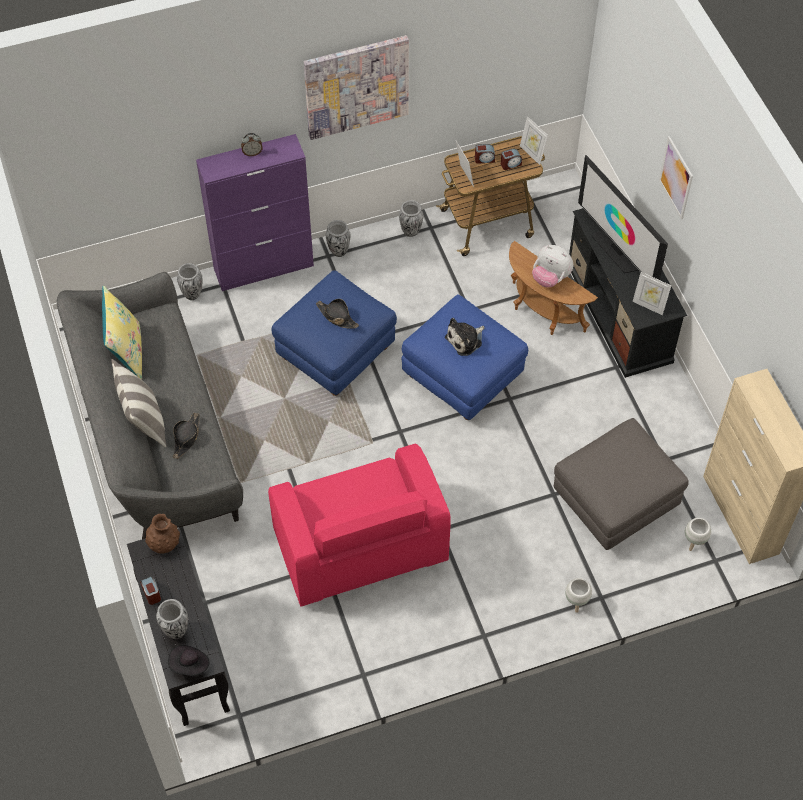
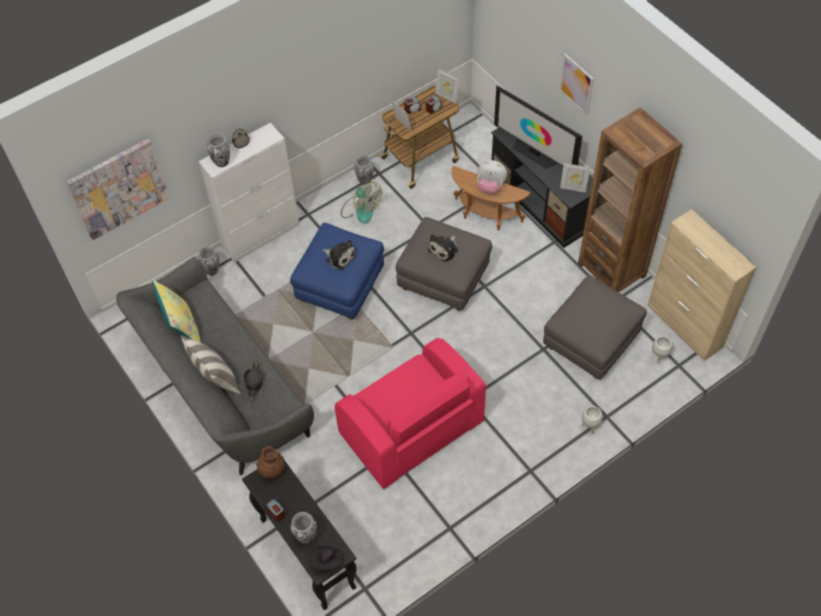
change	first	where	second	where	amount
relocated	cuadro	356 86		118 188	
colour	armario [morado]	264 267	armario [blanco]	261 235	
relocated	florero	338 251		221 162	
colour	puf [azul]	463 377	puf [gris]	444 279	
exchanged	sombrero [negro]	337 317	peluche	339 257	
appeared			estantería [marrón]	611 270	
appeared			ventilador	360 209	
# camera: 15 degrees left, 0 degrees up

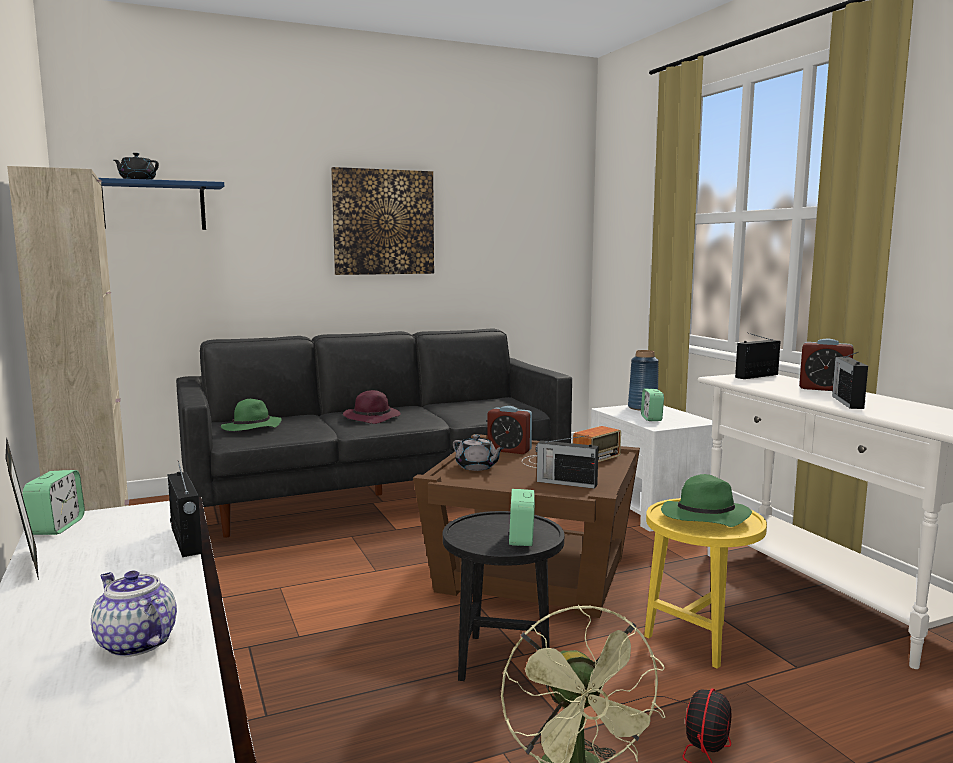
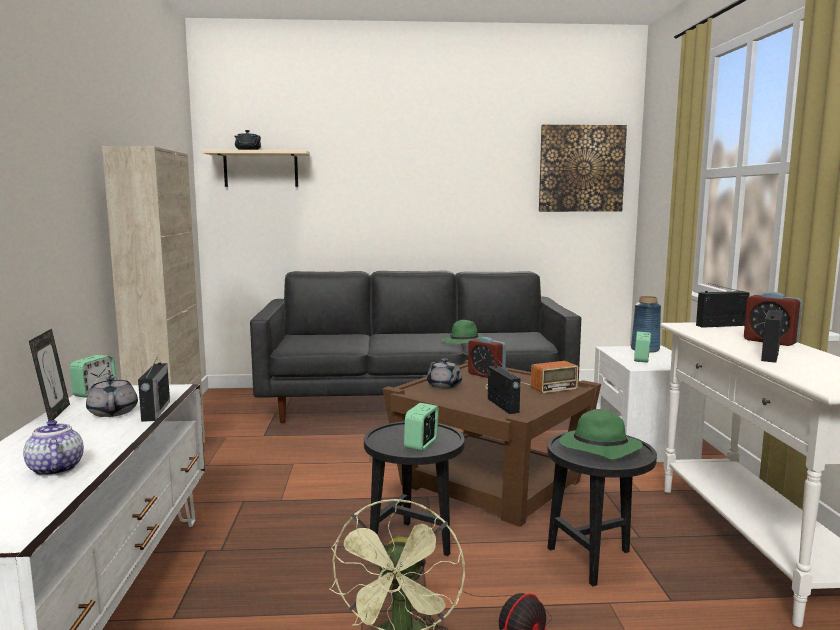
change	first	where	second	where	amount
relocated	cuadro	383 222		581 168	
colour	estante [azul]	153 206	estante [beis]	261 169	
missing	sombrero [morado]	373 418			
relocated	sombrero [verde]	251 428		464 343	
spun	radio	565 483		503 406	150 degrees counterclockwise
colour	mesa auxiliar [amarillo]	698 639	mesa auxiliar [negro]	595 559	
appeared			tetera [gris]	113 412	
# camera: 20 degrees right, 0 degrees up

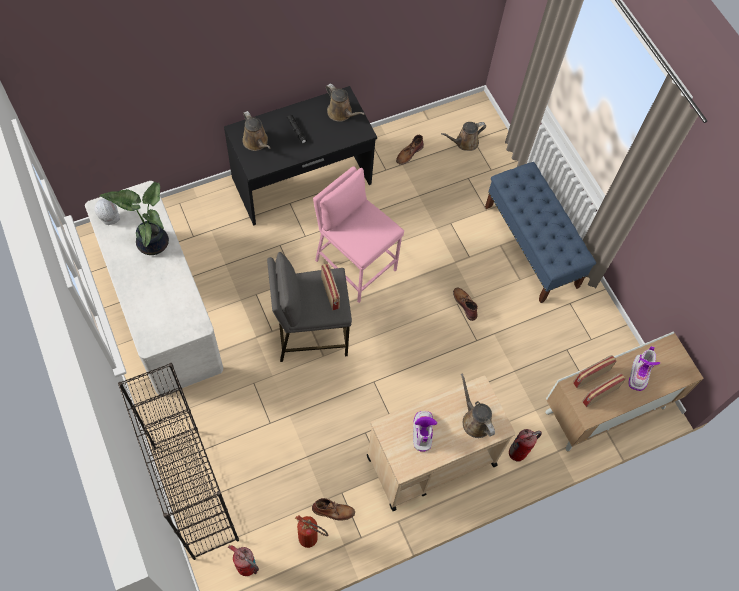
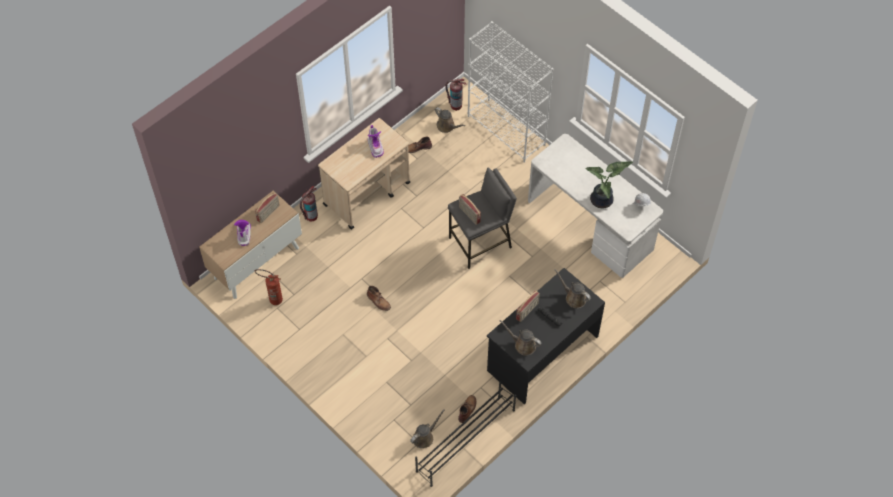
change	first	where	second	where	amount
missing	banco [azul]	531 246			
missing	taburete [rosa]	355 265			
relocated	radio	590 376		527 311	
colour	estantería [negro]	194 492	estantería [blanco]	506 130	
relocated	regadera [marrón]	475 420		447 126	
relocated	extintor	312 541		272 299	
appeared			zapatero [negro]	465 440	
# camera: 165 degrees right, 5 degrees down

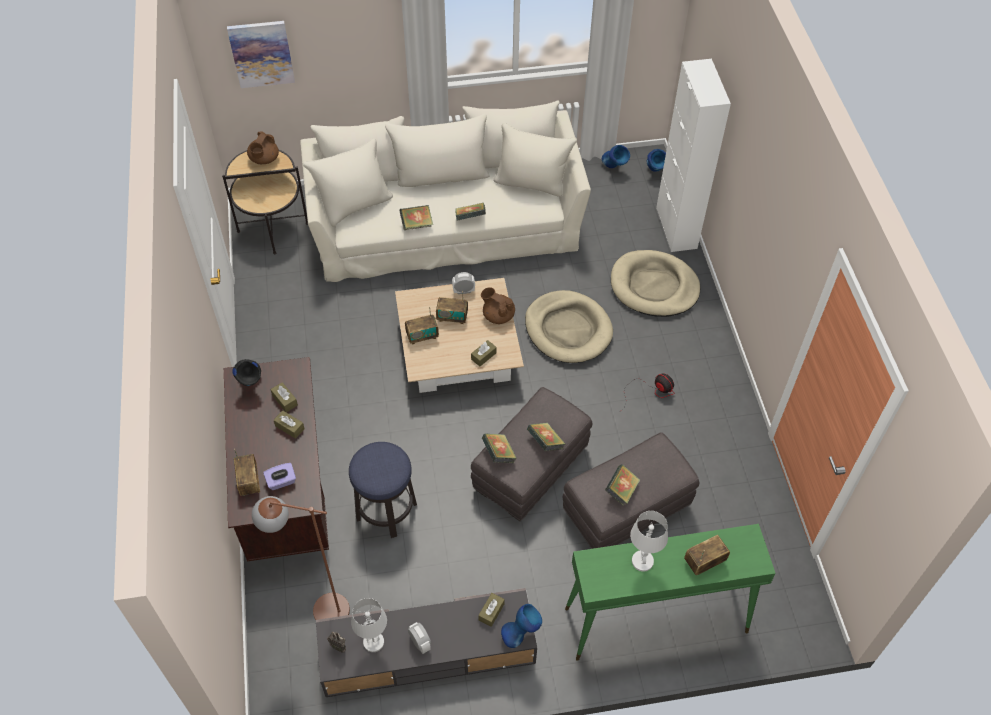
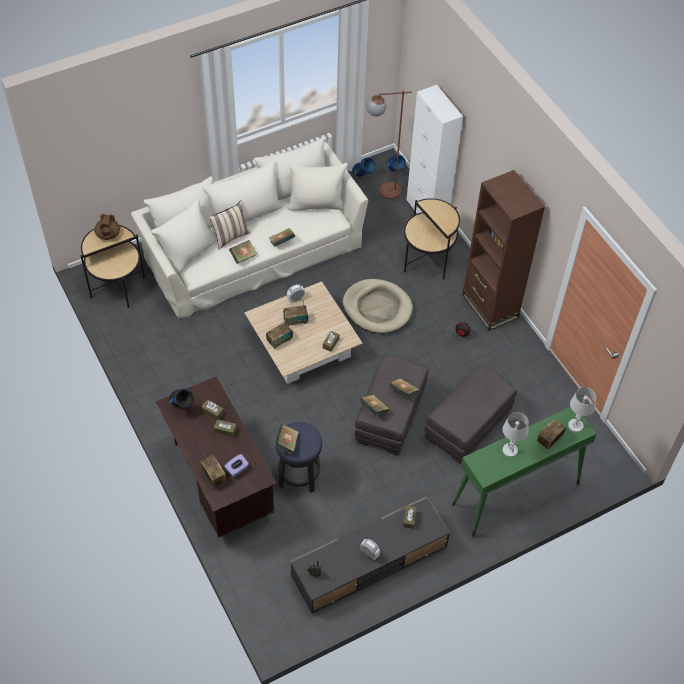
change	first	where	second	where	amount
missing	cuadro	261 53			
exchanged	cama para perro [beis]	654 286	mesa auxiliar	427 260	
missing	tetera [marrón]	498 315			
relocated	libro	621 490		287 443	
relocated	lámpara de pie [marrón]	318 608		382 192	
relocated	lámpara de mesa [blanco]	373 642		575 426	
missing	florero [azul]	521 634			
appeared			estantería [marrón]	490 306	
appeared			cojín [beis]	230 236	
# camera: 20 degrees left, 0 degrees up

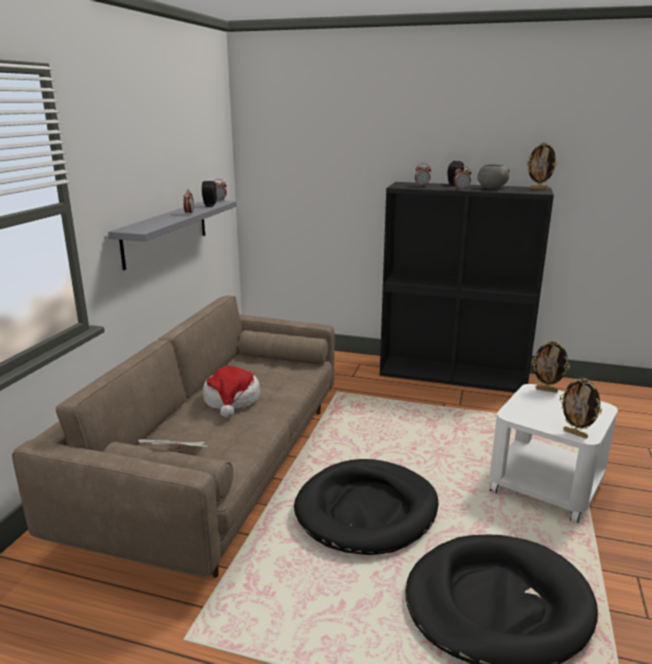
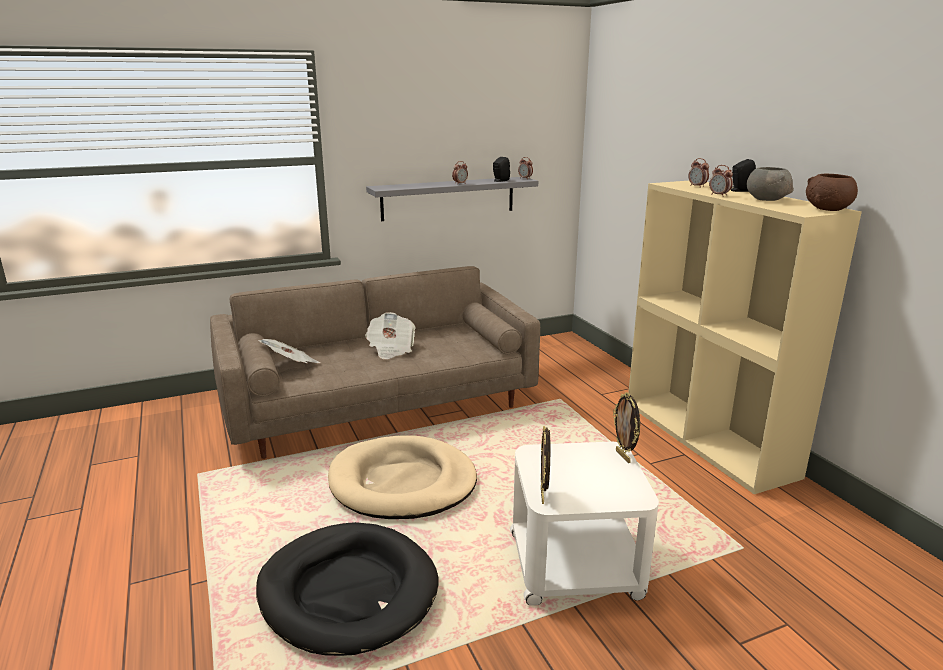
change	first	where	second	where	amount
exchanged	portarretratos	538 189	cuenco [marrón]	828 209	
colour	estantería [negro]	454 374	estantería [beis]	708 438	
exchanged	sombrero	232 400	periódico	391 349	
colour	cama para perro [negro]	367 510	cama para perro [beis]	402 483	
# camera: 50 degrees right, 0 degrees up

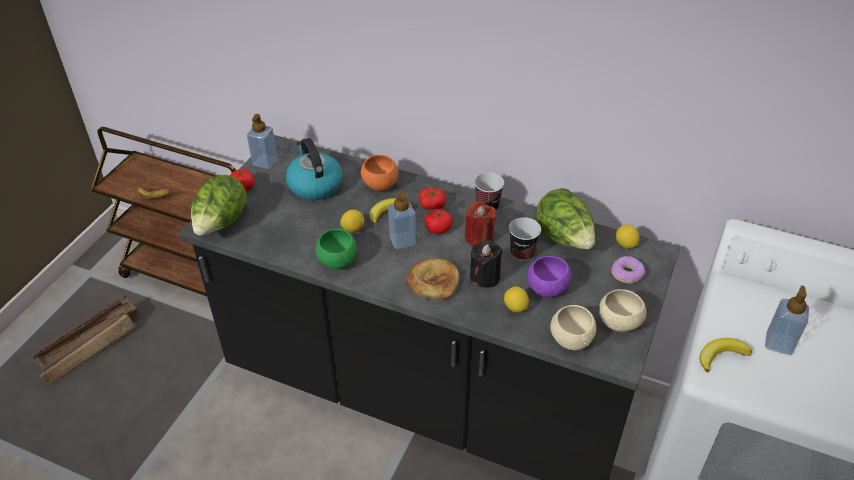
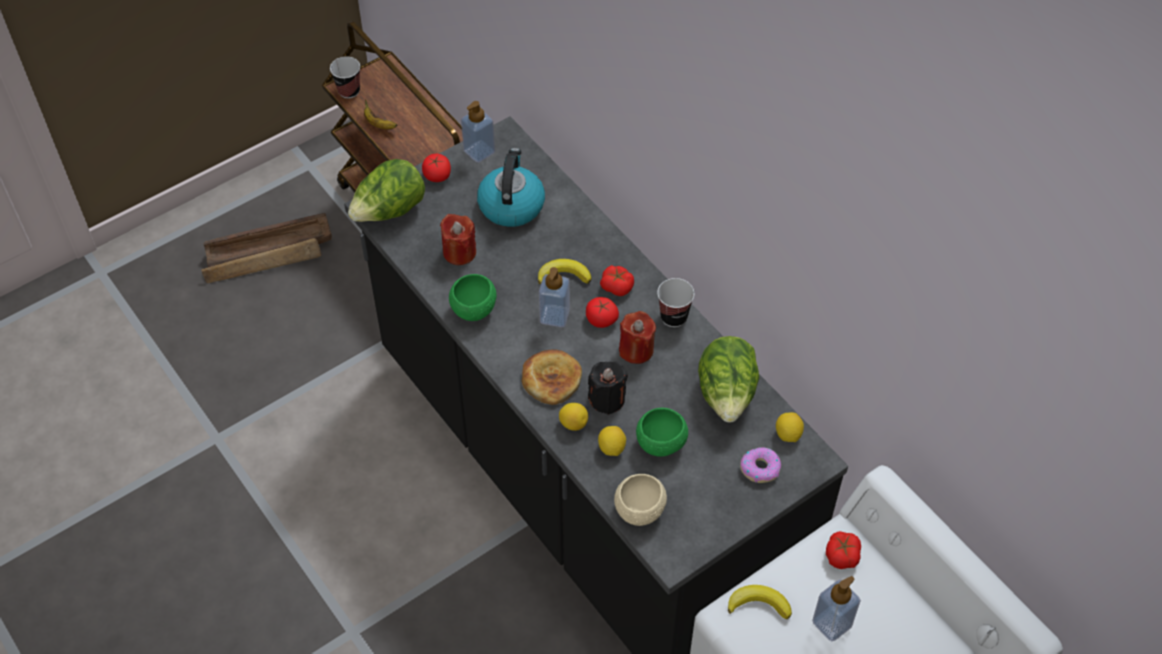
change	first	where	second	where	amount
missing	cuenco [naranja]	380 185			
relocated	limón	353 229		573 423	
relocated	taza	522 253		349 91	
colour	cuenco [morado]	547 288	cuenco [verde]	661 443	
missing	cuenco [beis]	619 323			
appeared			vela [rojo]	459 252	
appeared			tomate	841 555	
# camera: 30 degrees right, 10 degrees up

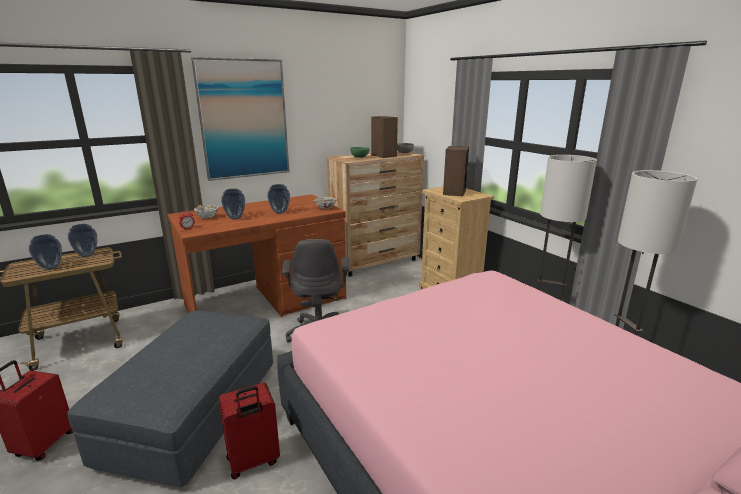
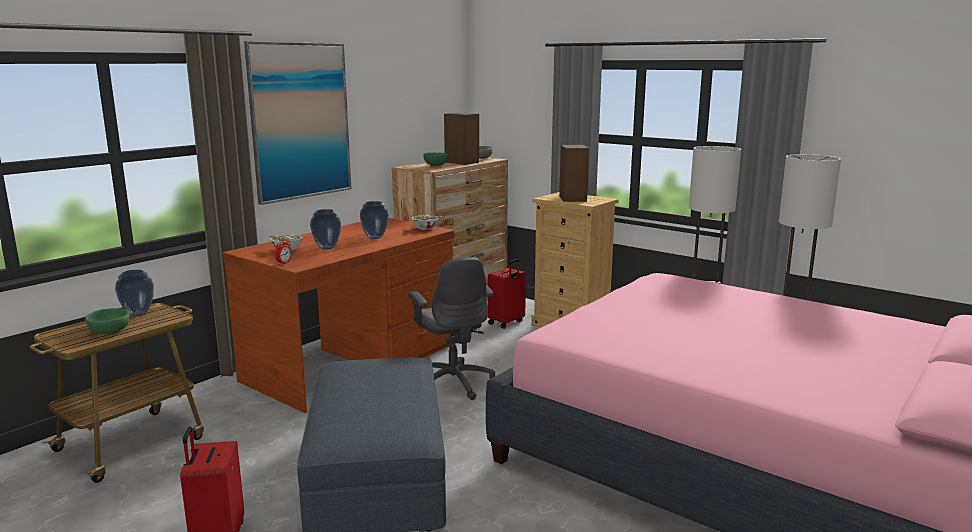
change	first	where	second	where	amount
exchanged	florero	51 267	cuenco [verde]	109 331	
relocated	maleta [rojo]	253 461		506 323	
# camera: 20 degrees left, 5 degrees down

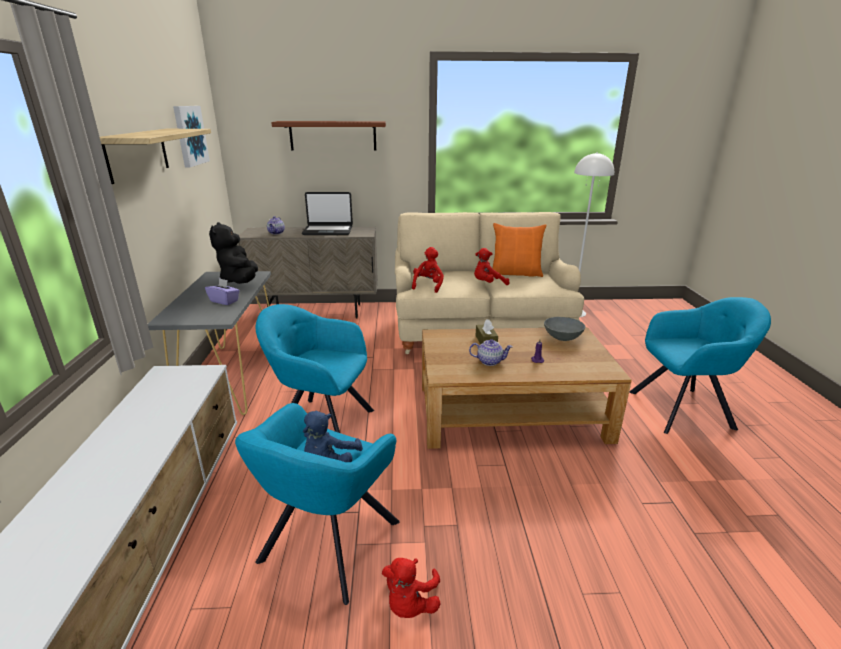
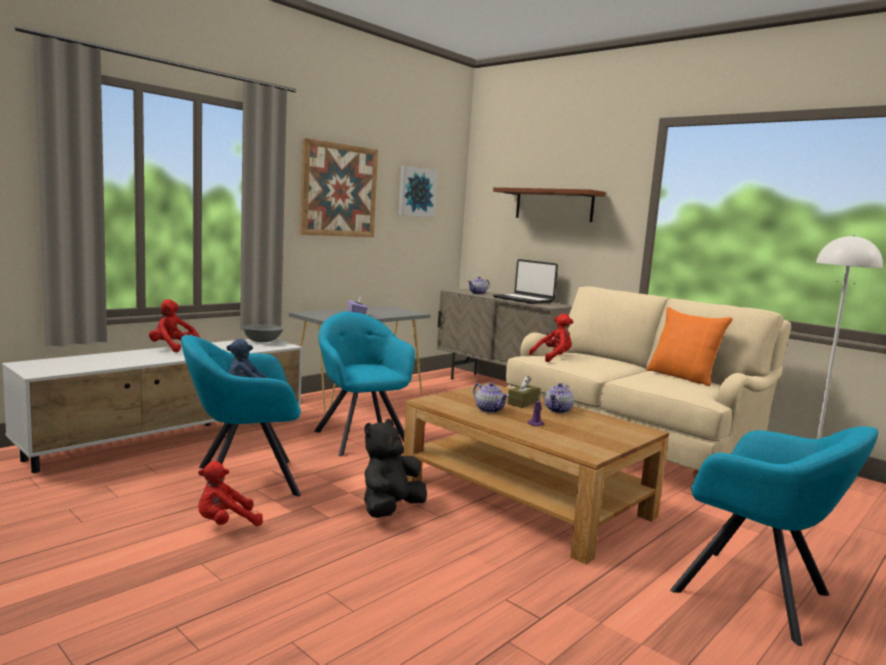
change	first	where	second	where	amount
exchanged	estante	137 154	cuadro	339 190	
relocated	peluche [negro]	240 281		390 510	
relocated	peluche [rojo]	488 284		173 348	
relocated	cuenco [gris]	563 337		263 341	
appeared			tetera	558 410	
# camera: 45 degrees right, 15 degrees down

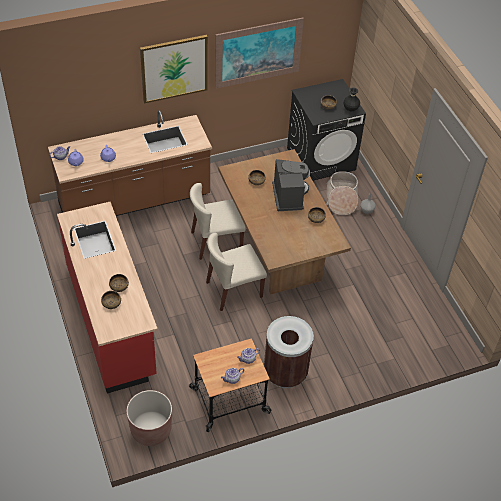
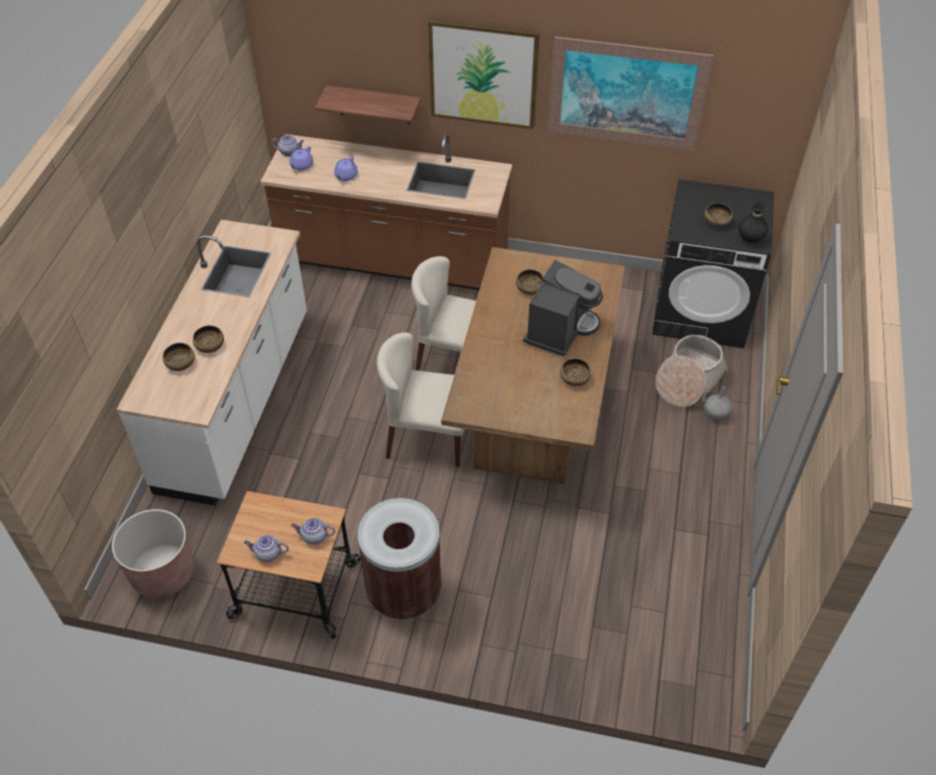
change	first	where	second	where	amount
colour	mueble bajo de cocina [rojo]	111 320	mueble bajo de cocina [blanco]	237 401	
appeared			estante	374 105	
# camera: 35 degrees right, 0 degrees up

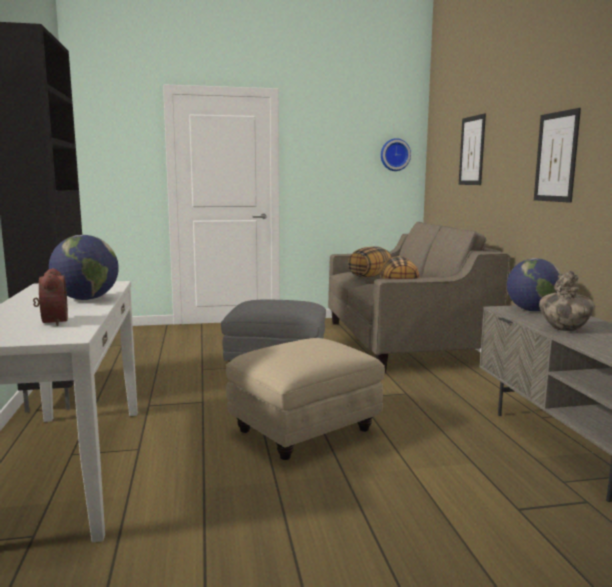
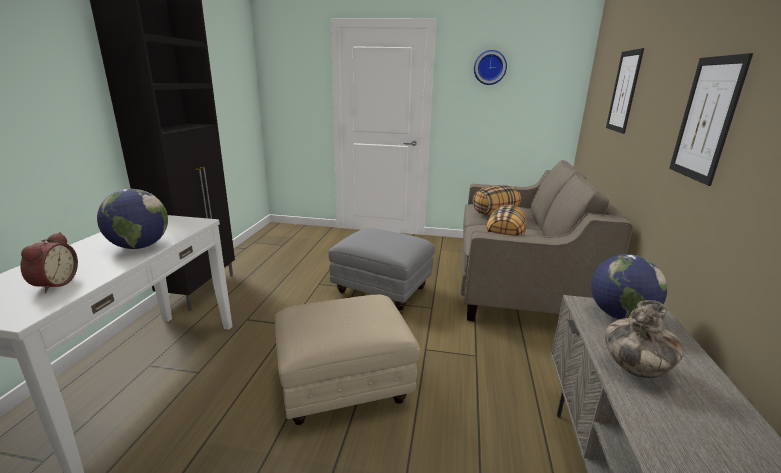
change	first	where	second	where	amount
relocated	reloj de pared	394 155		490 67	
# camera: 20 degrees right, 10 degrees up

